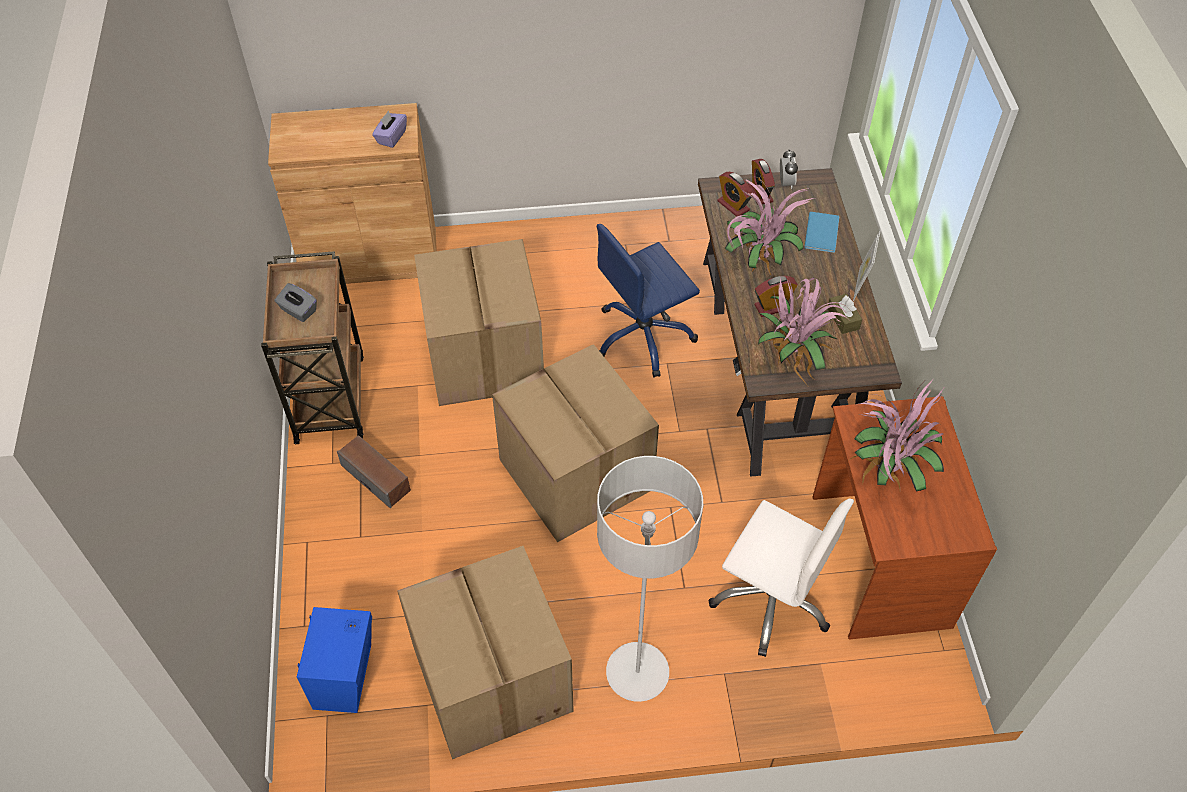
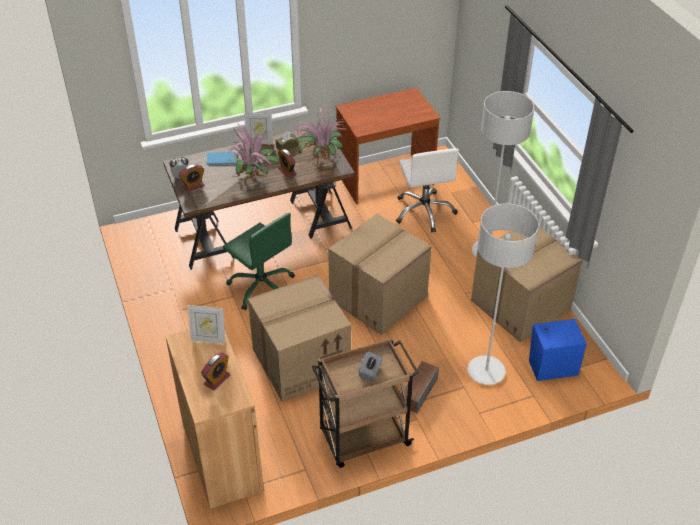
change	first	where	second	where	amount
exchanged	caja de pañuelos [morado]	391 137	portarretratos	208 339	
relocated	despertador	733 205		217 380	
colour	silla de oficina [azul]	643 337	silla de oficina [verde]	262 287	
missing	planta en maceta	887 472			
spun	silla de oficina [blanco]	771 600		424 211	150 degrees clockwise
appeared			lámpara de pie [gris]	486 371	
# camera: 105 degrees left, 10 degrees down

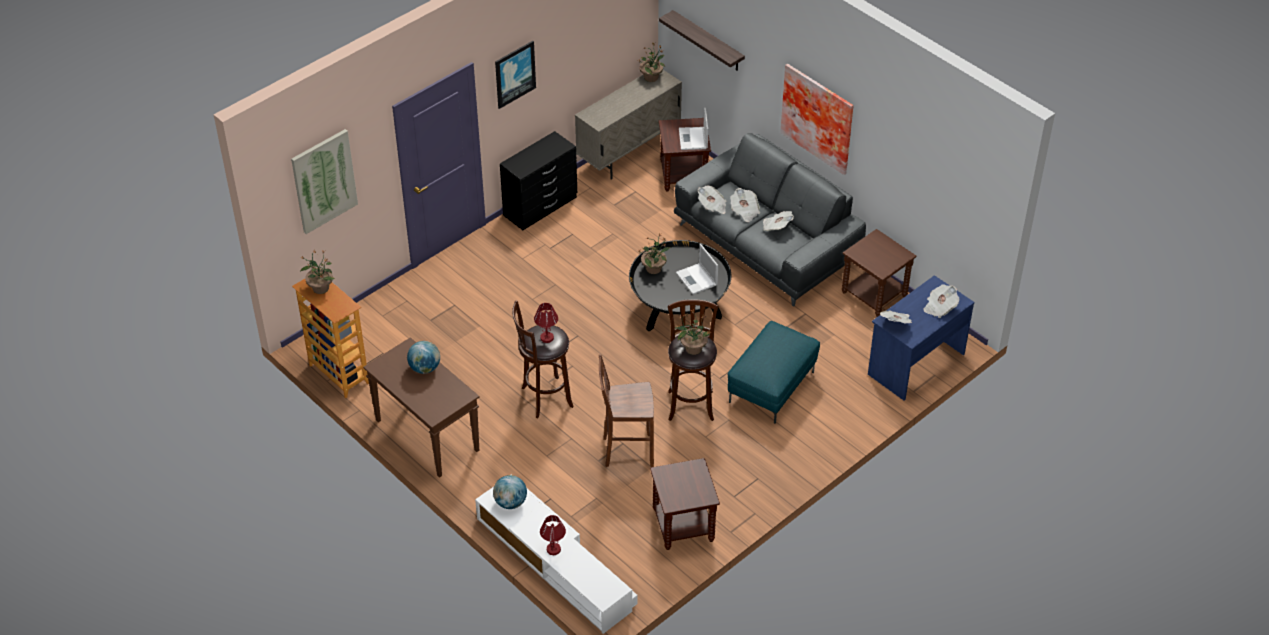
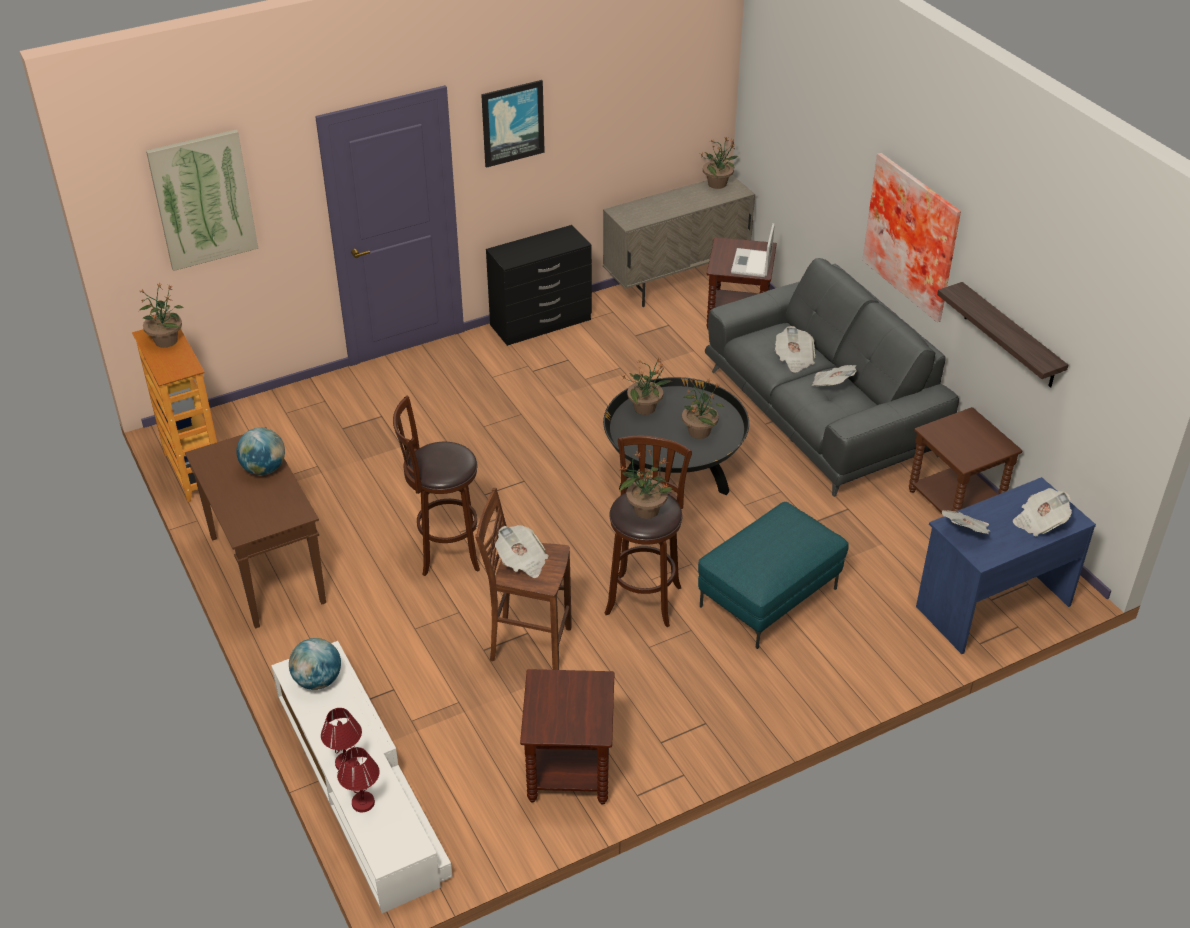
change	first	where	second	where	amount
relocated	estante	708 41		1010 336	
relocated	periódico	712 206		522 561	
exchanged	portátil	697 279	planta en maceta	699 431	
relocated	lámpara de mesa [rojo]	547 338		363 803	
# camera: 15 degrees right, 5 degrees down

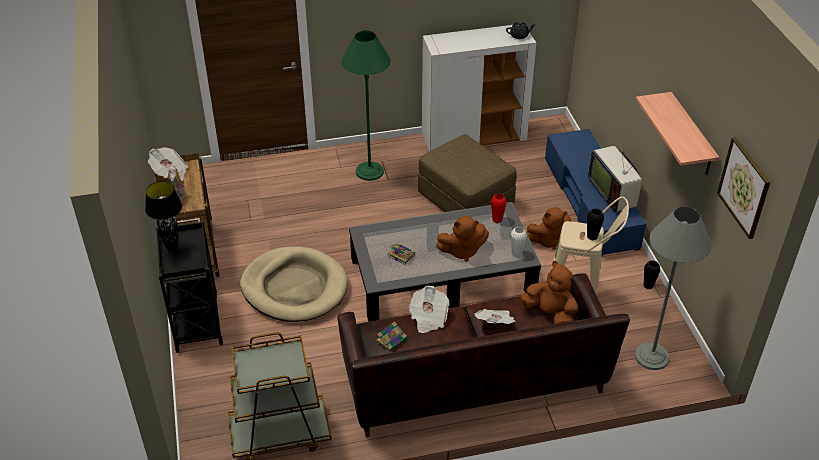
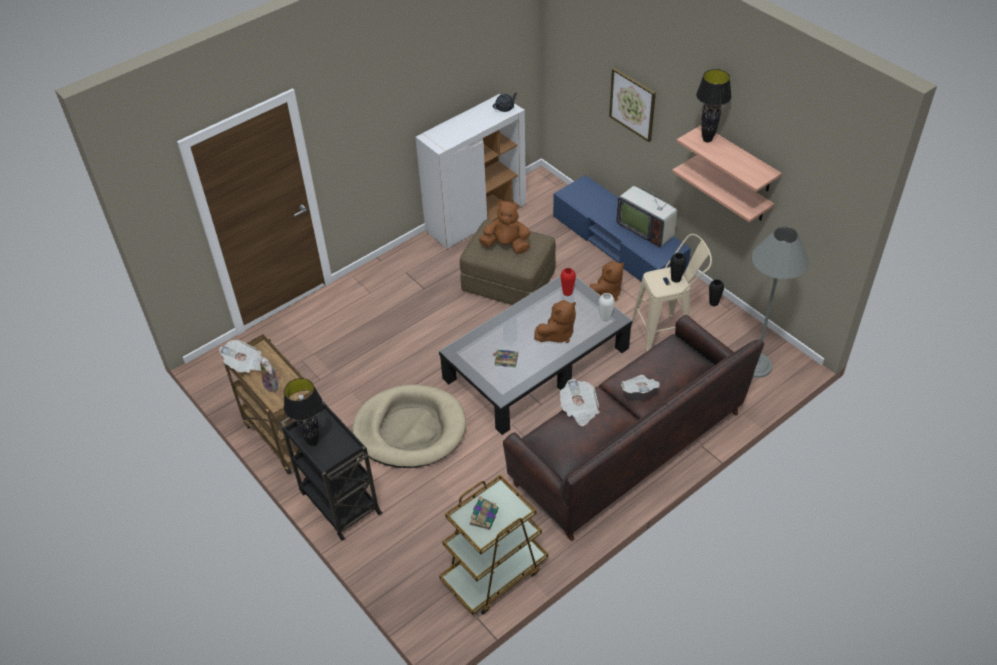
change	first	where	second	where	amount
missing	lámpara de pie [verde]	369 171			
relocated	cuadro	744 187		632 104	
relocated	peluche [marrón]	550 314		506 245	
relocated	libro	392 340		484 516	
appeared			lámpara de mesa [negro]	707 140	
appeared			estante	732 189	
# camera: 25 degrees left, 5 degrees up

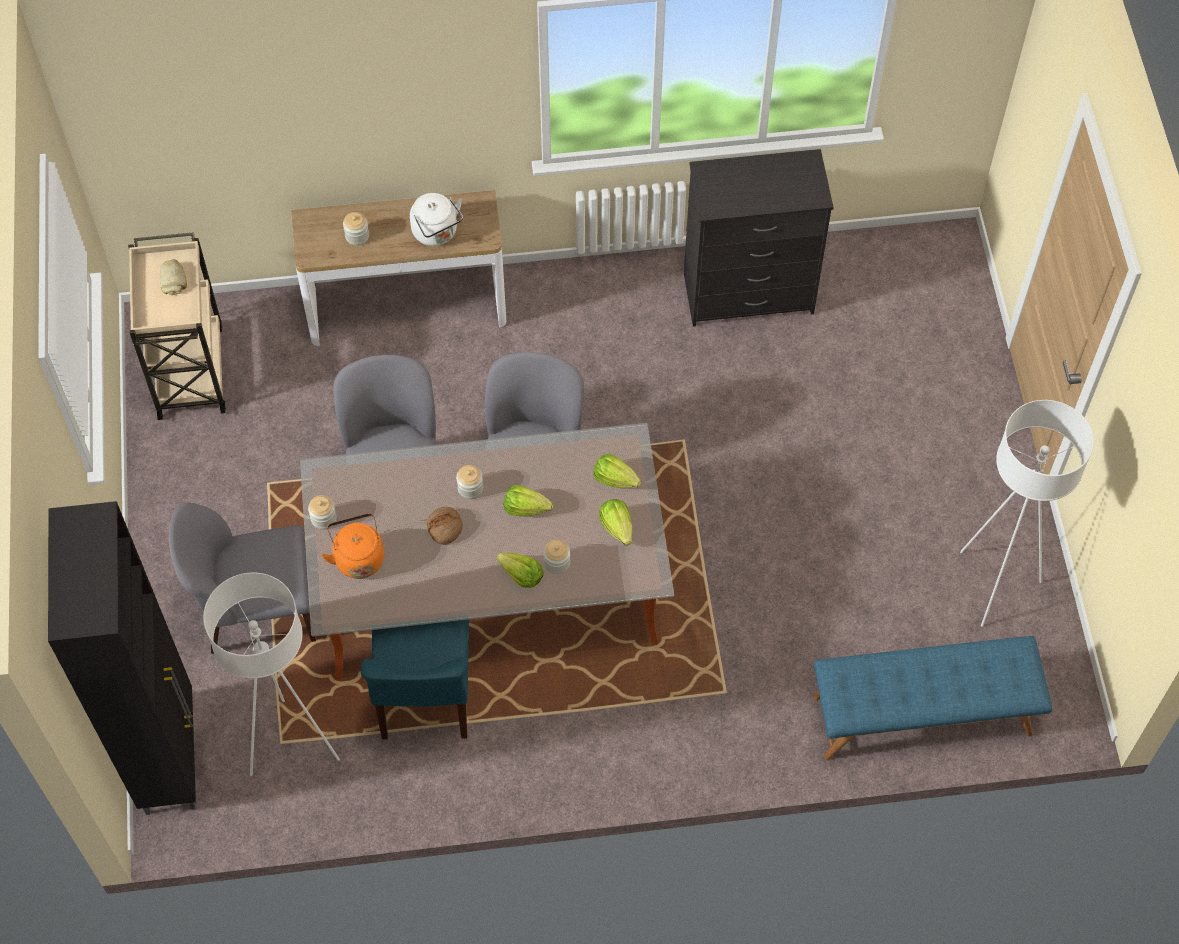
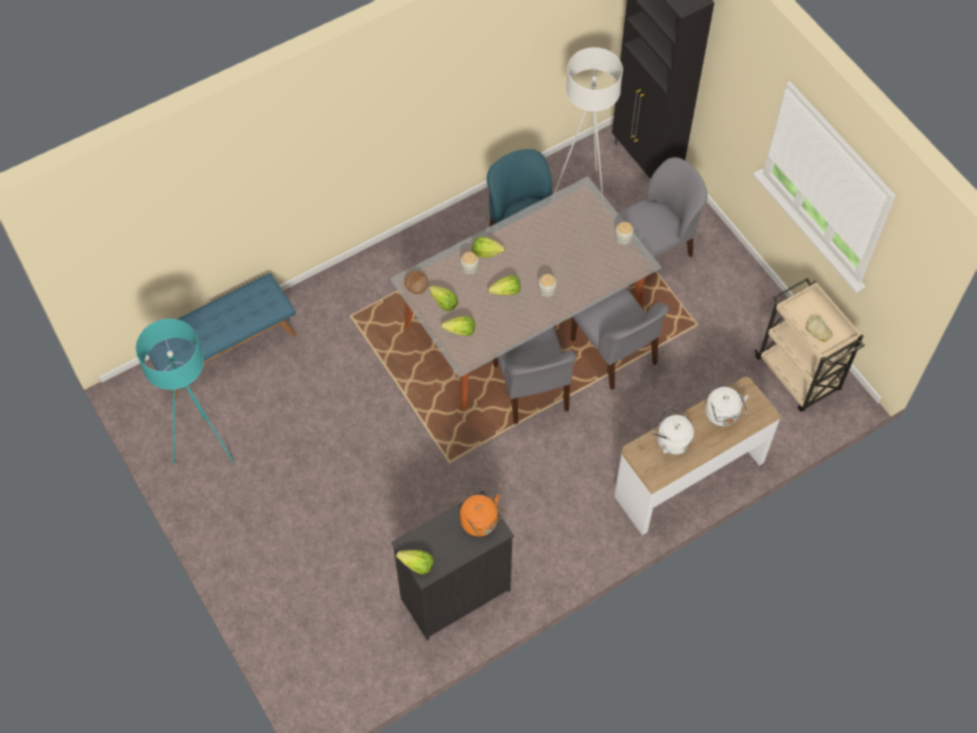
change	first	where	second	where	amount
exchanged	tarro	357 236	hervidor [blanco]	723 415	
colour	lámpara de pie [blanco]	994 585	lámpara de pie [turquesa]	204 448	
relocated	pan	445 527		416 284	
relocated	hervidor [naranja]	358 557		481 523	
appeared			lechuga	417 565	
# camera: 155 degrees right, 0 degrees up

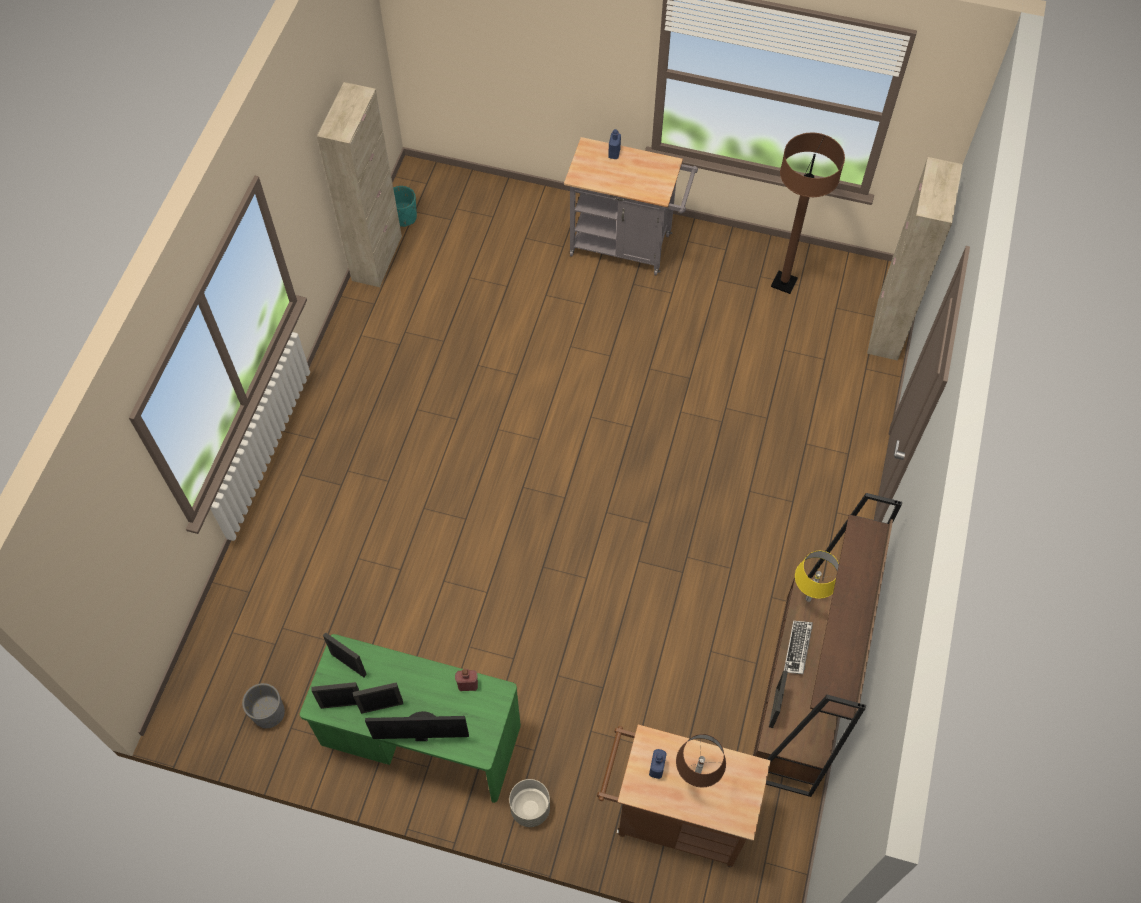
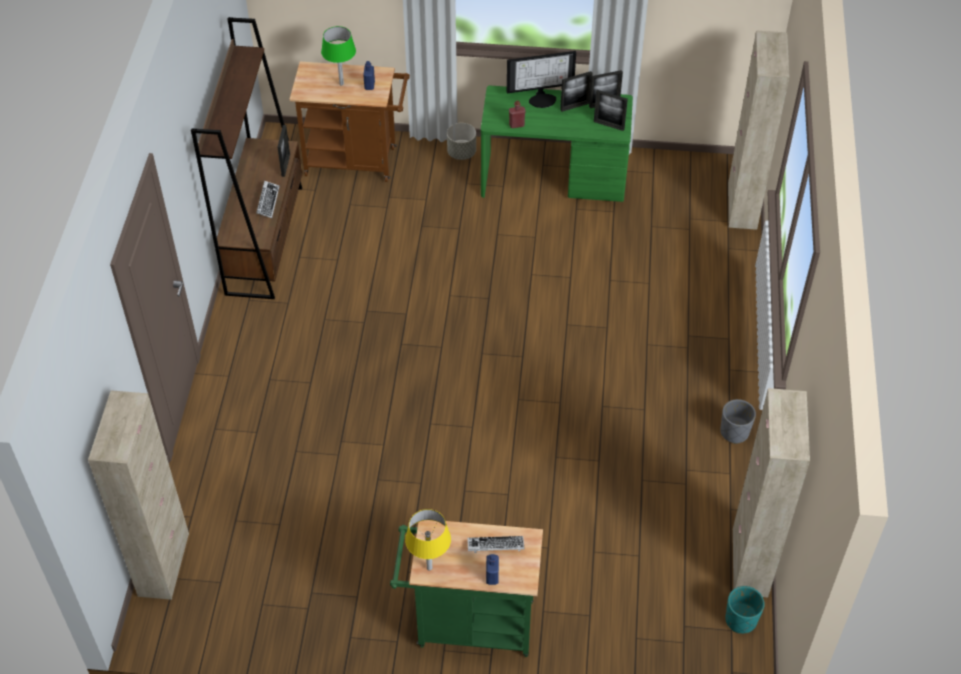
change	first	where	second	where	amount
missing	lámpara de pie [marrón]	784 283			
colour	carrito [gris]	627 246	carrito [verde]	468 623	
relocated	lámpara de mesa [amarillo]	808 599		429 568	
relocated	maceta [gris]	269 713		734 432	
colour	lámpara de mesa [marrón]	695 779	lámpara de mesa [verde]	341 83	
appeared			armario [beis]	742 206	
appeared			teclado	495 546	
# camera: 170 degrees right, 10 degrees down

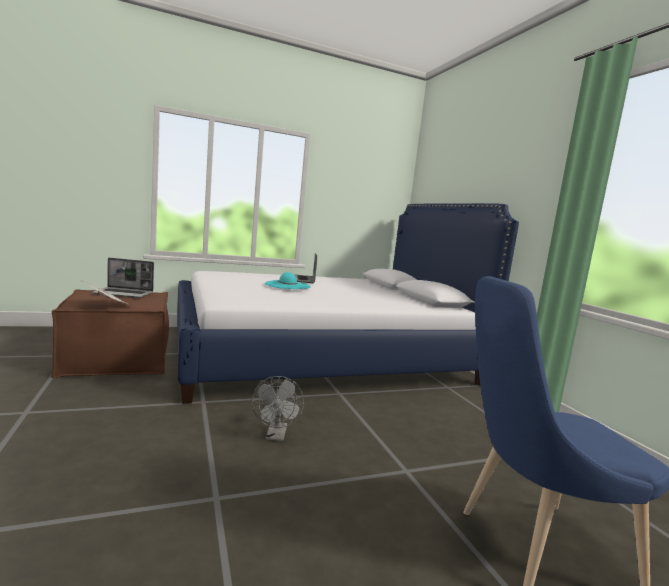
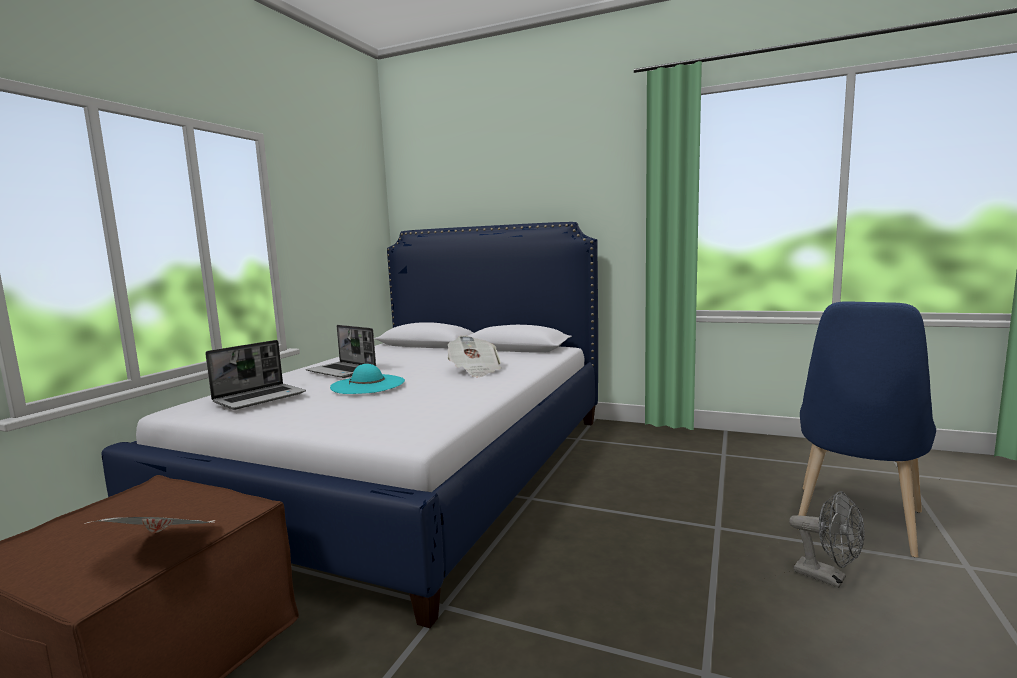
change	first	where	second	where	amount
relocated	portátil	124 294		260 398	
relocated	ventilador [gris]	276 436		828 577	
appeared			periódico	474 371	
# camera: 45 degrees left, 0 degrees up

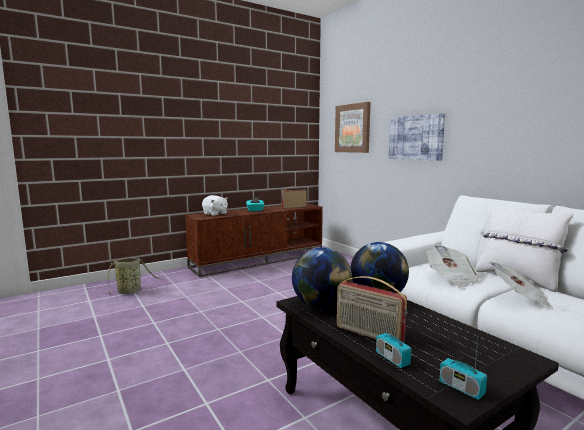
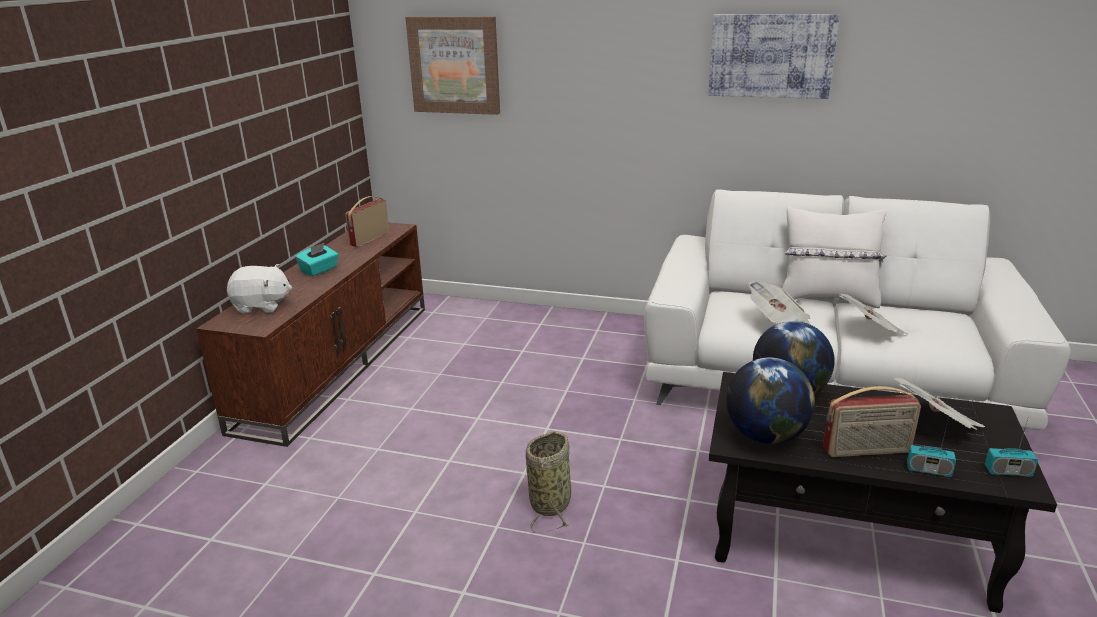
change	first	where	second	where	amount
relocated	cuadro	415 137		771 56	
relocated	cesta	131 291		551 502	
appeared			periódico	935 424	
# camera: 40 degrees left, 15 degrees up

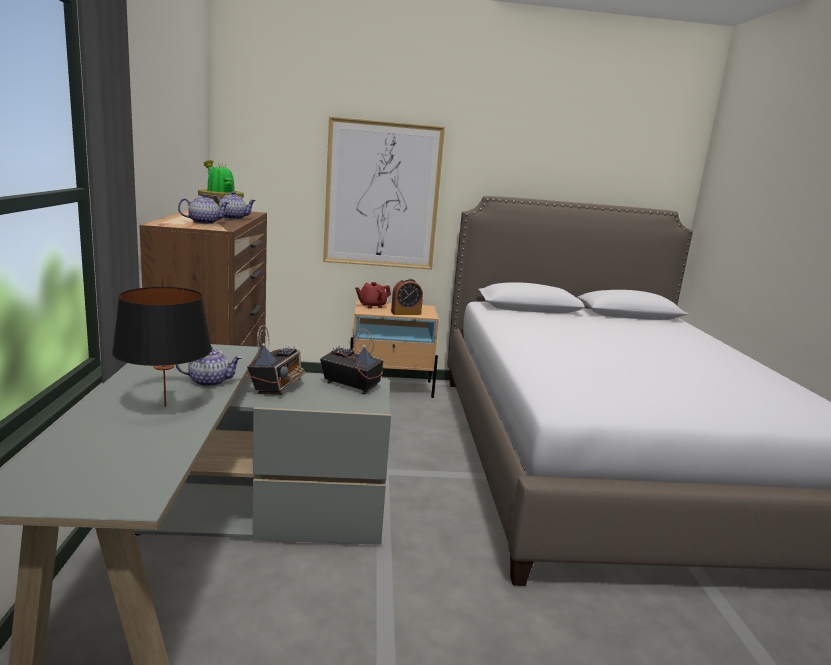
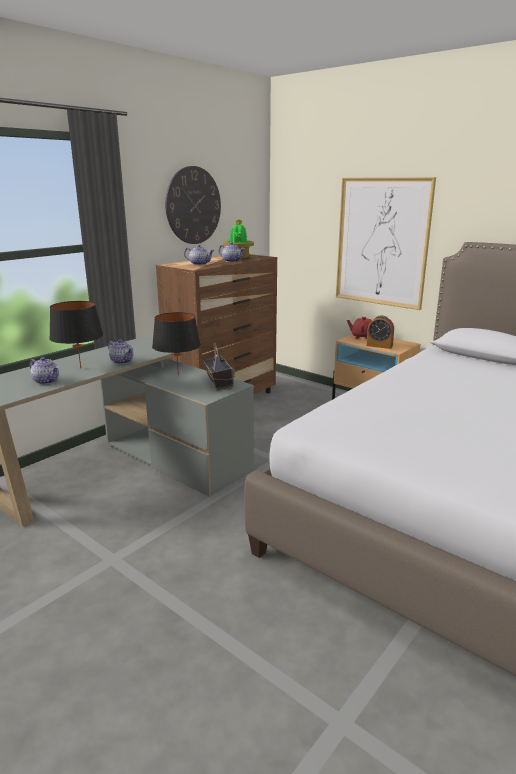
change	first	where	second	where	amount
exchanged	radio	277 387	lámpara de mesa [negro]	178 375	
appeared			reloj de pared	193 205	
appeared			tetera	46 381	
# camera: 45 degrees right, 5 degrees up

